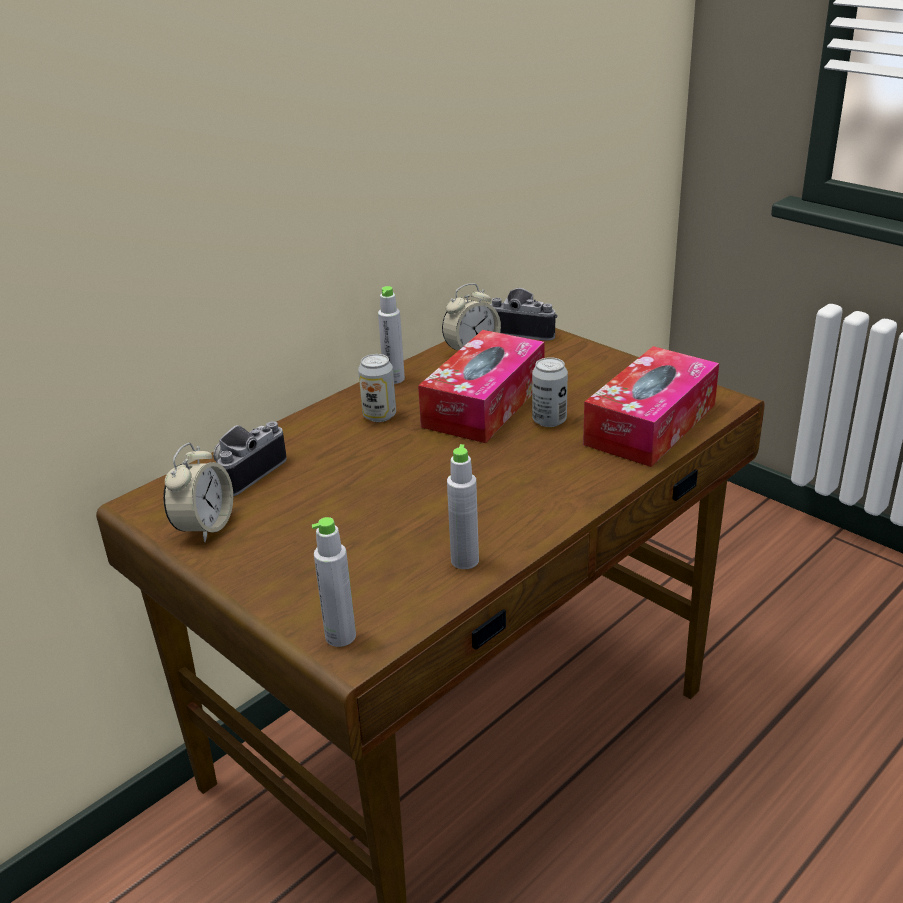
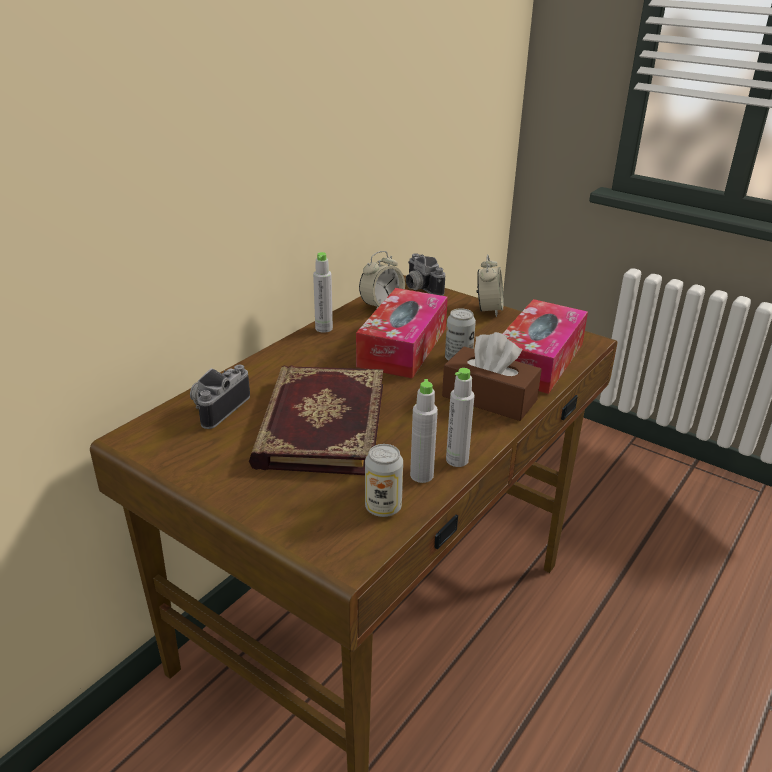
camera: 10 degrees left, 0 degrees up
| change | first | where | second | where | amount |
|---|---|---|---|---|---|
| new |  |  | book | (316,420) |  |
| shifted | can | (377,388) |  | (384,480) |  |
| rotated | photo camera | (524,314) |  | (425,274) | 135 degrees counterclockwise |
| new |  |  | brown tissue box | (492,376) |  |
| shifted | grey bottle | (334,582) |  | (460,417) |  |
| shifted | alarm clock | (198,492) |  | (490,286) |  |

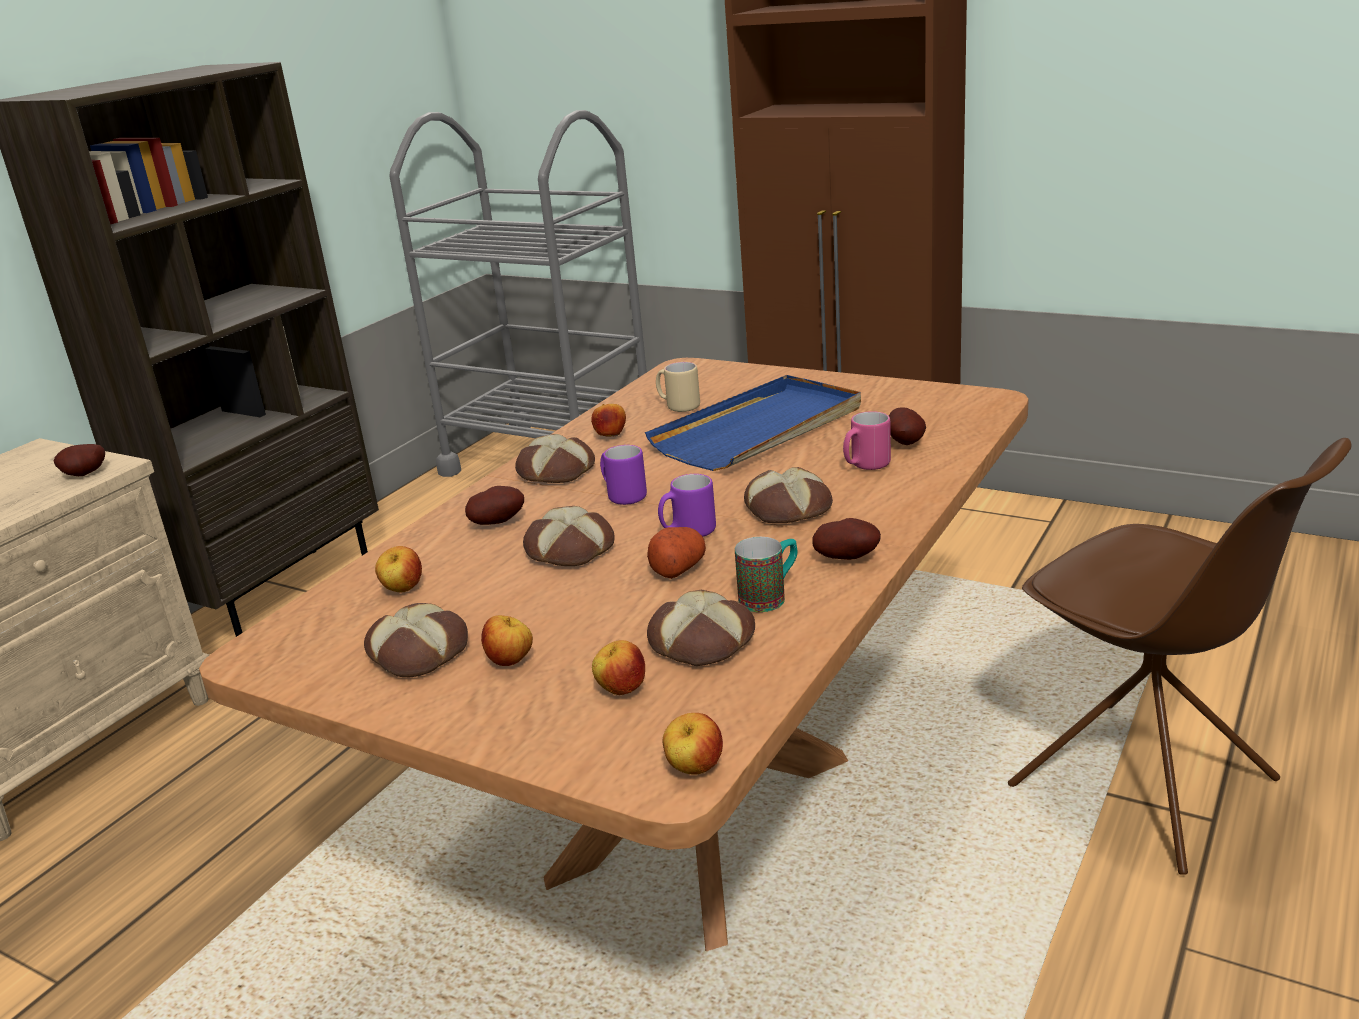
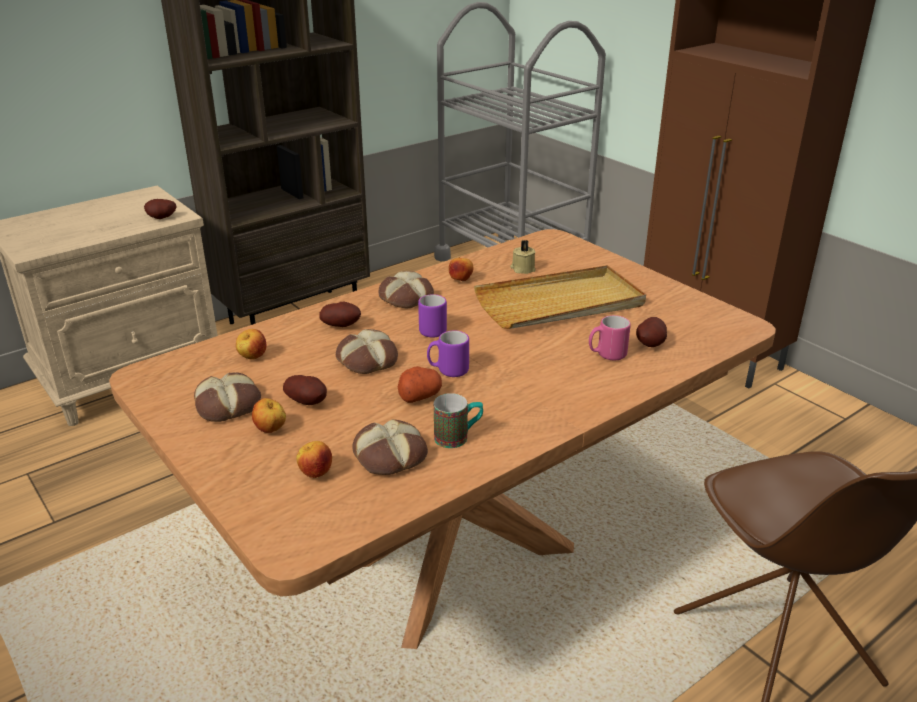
camera: 20 degrees right, 5 degrees up
| change | first | where | second | where | amount |
|---|---|---|---|---|---|
| shifted | potato | (846,539) |  | (305,390) |  |
| repainted | blue tray | (753,423) | beige tray | (560,297) |  |
| swapped | beige mug | (678,387) | beige candle | (522,257) |  |
| gone | apple | (692,744) |  |  |  |
| gone | bread | (788,495) |  |  |  |

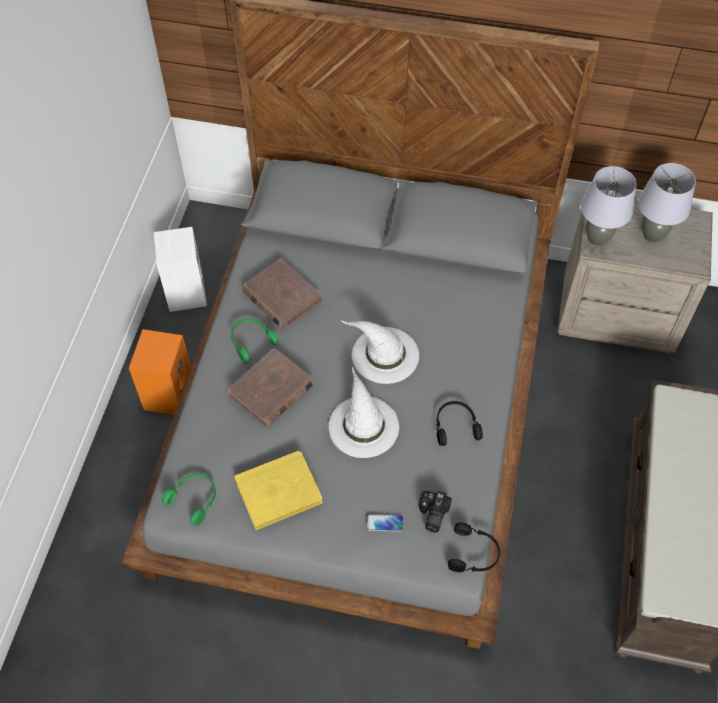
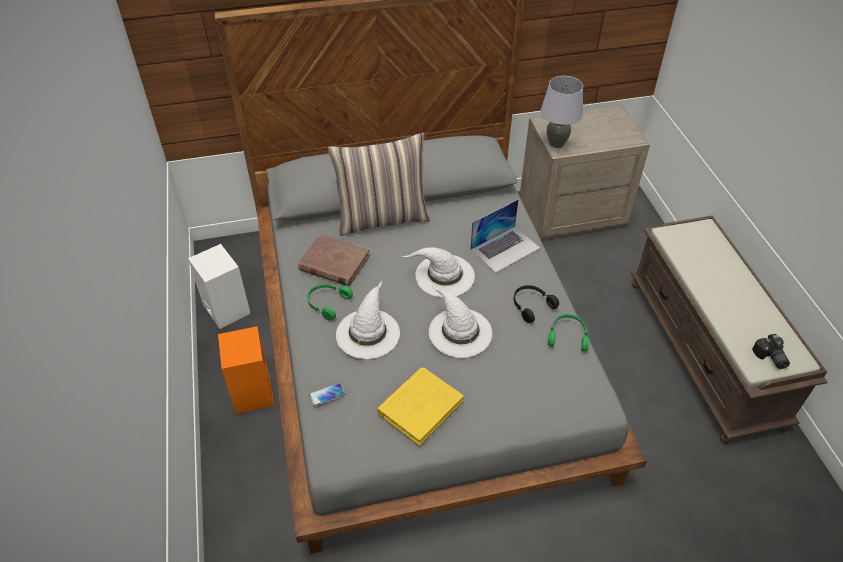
camera: 25 degrees left, 10 degrees down
| change | first | where | second | where | amount |
|---|---|---|---|---|---|
| shifted | phone | (385,522) |  | (327,394) |  |
| new |  |  | pillow | (378,184) |  |
| swapped | brown book | (271,387) | white hat | (368,320) |  |
| new |  |  | laptop | (505,236) |  |
| shifted | green headphones | (188,500) |  | (568,333) |  |
| shifted | photo camera | (435,511) |  | (771,351) |  |
| gone | black headphones | (474,547) |  |  |  |
| gone | grey table lamp | (667,203) |  |  |  |

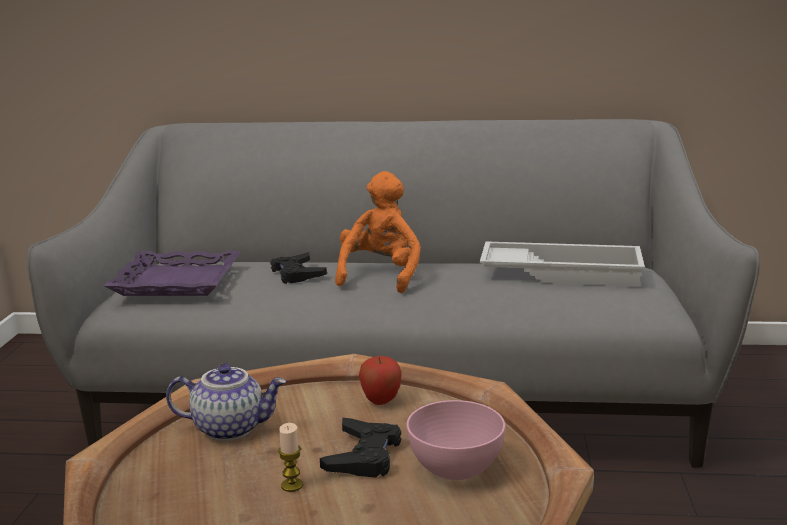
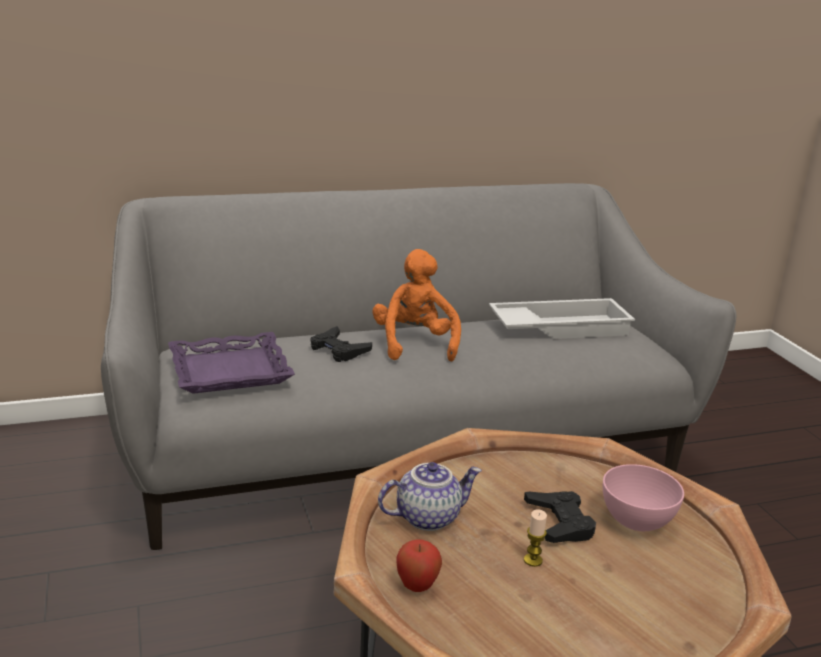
camera: 25 degrees left, 5 degrees up
| change | first | where | second | where | amount |
|---|---|---|---|---|---|
| shifted | apple | (380,380) |  | (419,565) |  |

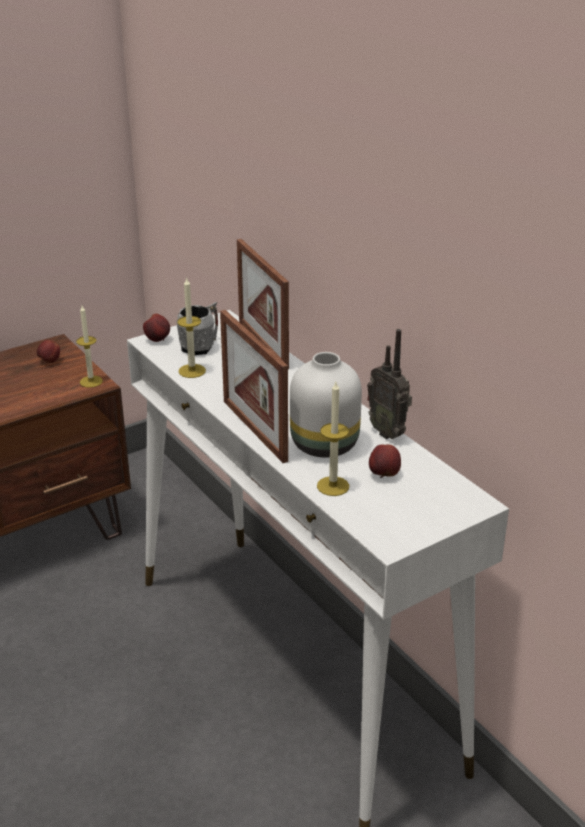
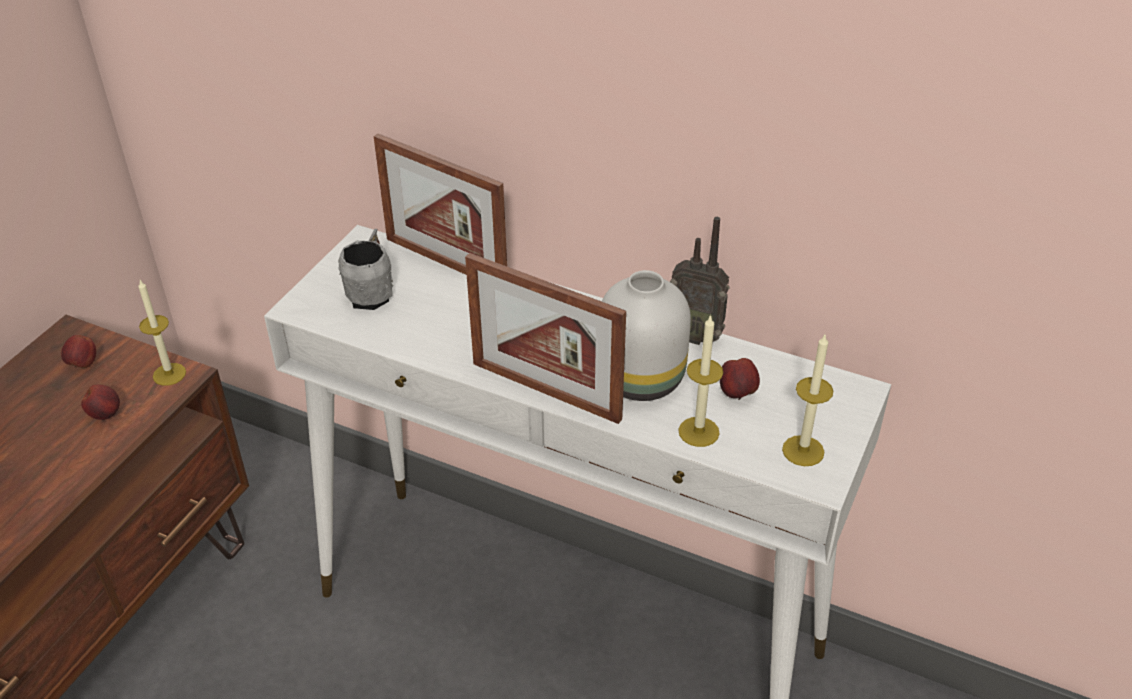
camera: 30 degrees left, 10 degrees up
| change | first | where | second | where | amount |
|---|---|---|---|---|---|
| shifted | apple | (156,328) |  | (100,402) |  |
| shifted | candle | (191,327) |  | (807,400) |  |

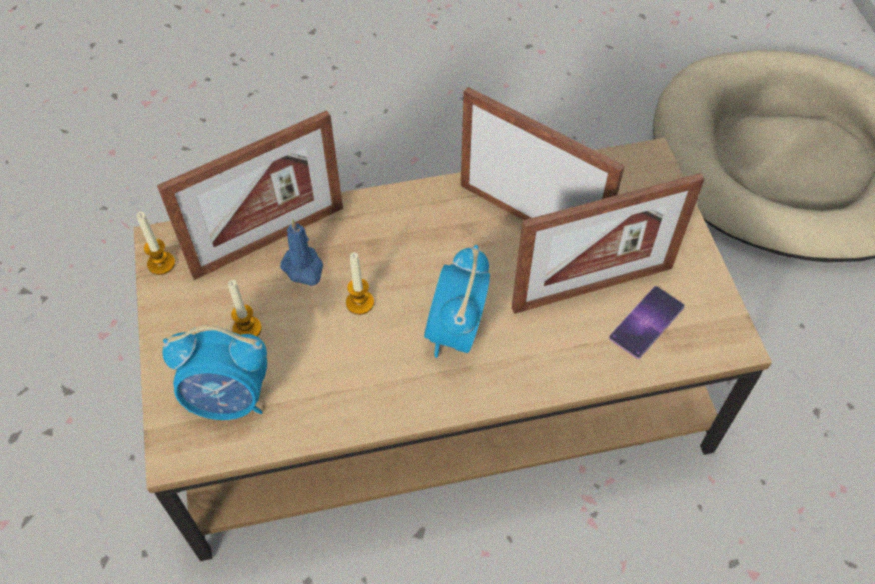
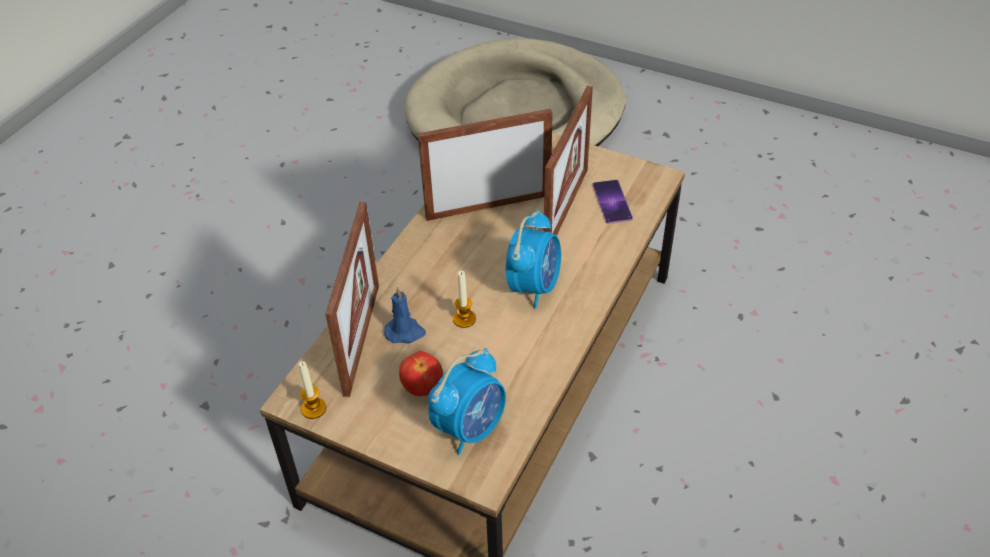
camera: 50 degrees left, 10 degrees down
| change | first | where | second | where | amount |
|---|---|---|---|---|---|
| swapped | candle | (245,308) | apple | (421,373) |  |
| rotated | alarm clock | (457,301) |  | (533,259) | 120 degrees counterclockwise |

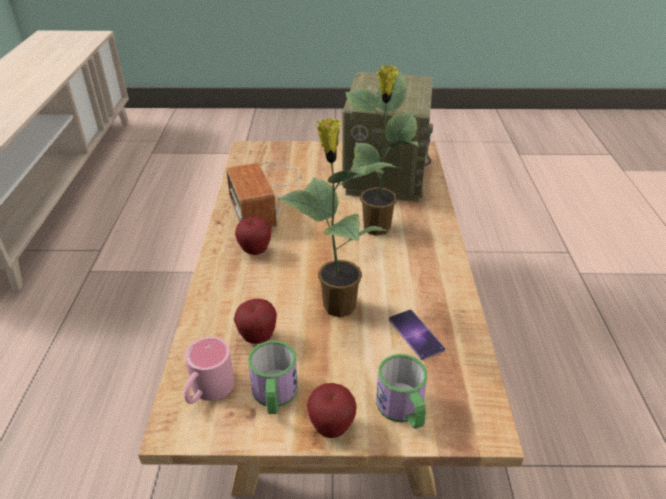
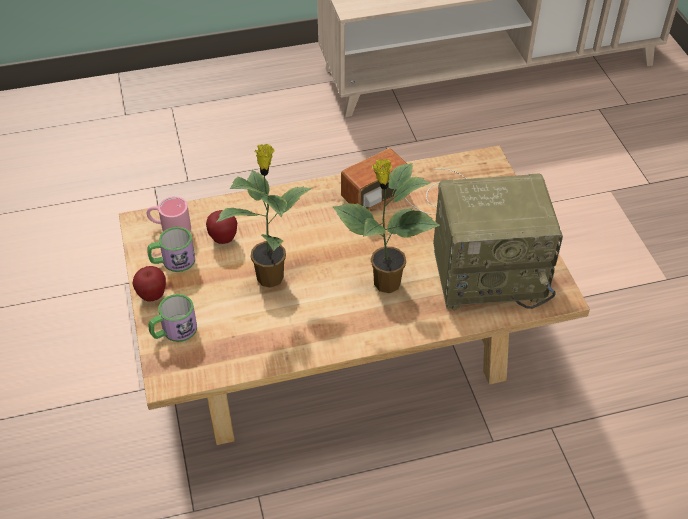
camera: 75 degrees right, 10 degrees up
| change | first | where | second | where | amount |
|---|---|---|---|---|---|
| gone | apple | (253,236) |  |  |  |
| gone | phone | (417,335) |  |  |  |

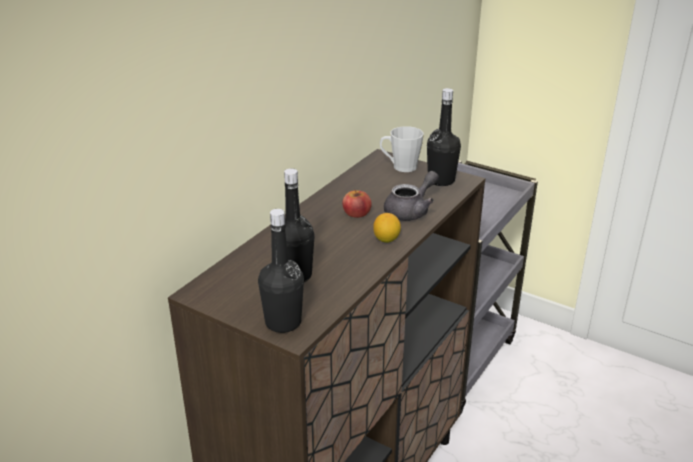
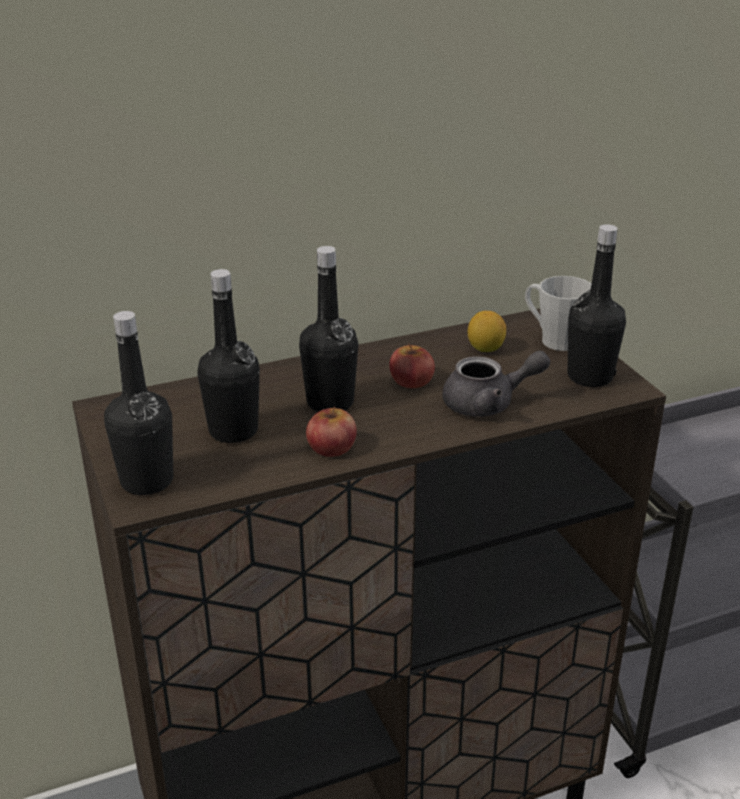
camera: 35 degrees right, 0 degrees up
| change | first | where | second | where | amount |
|---|---|---|---|---|---|
| new |  |  | black bottle | (328,329) |  |
| new |  |  | apple | (331,431) |  |
| shifted | lemon | (387,228) |  | (487,331) |  |

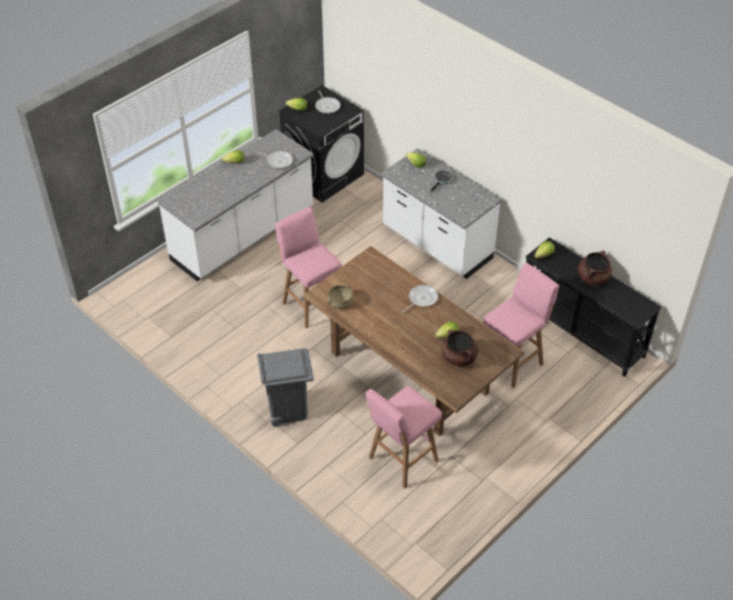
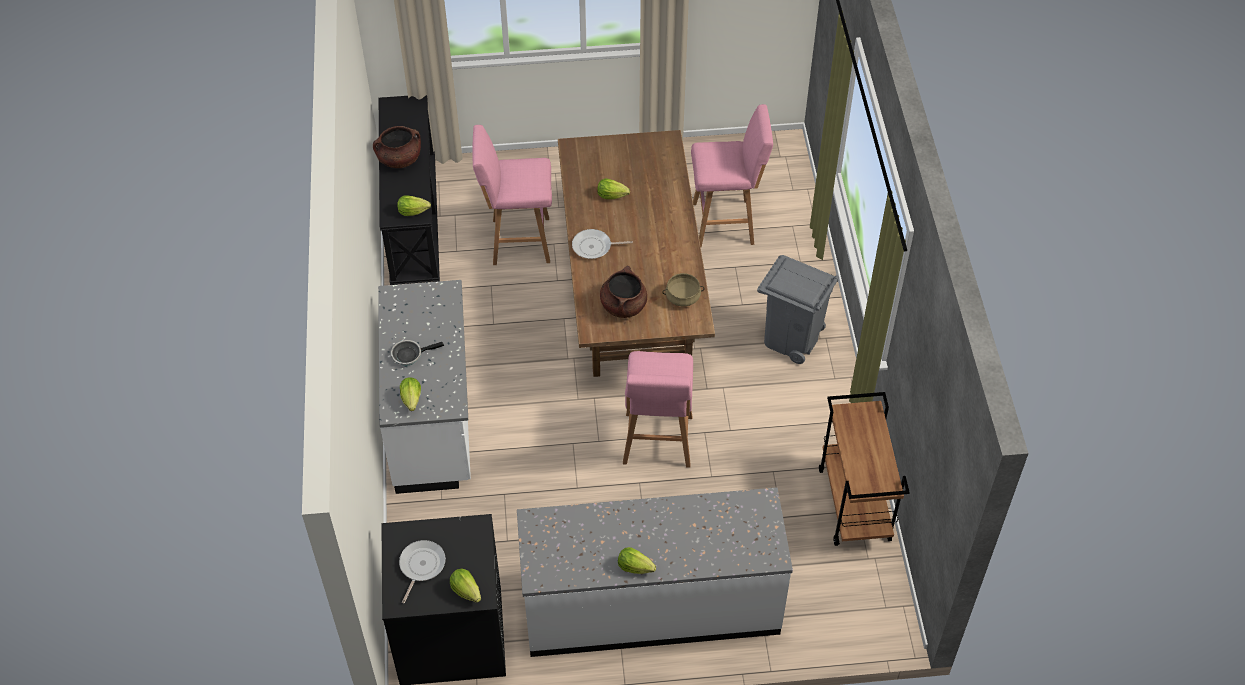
camera: 140 degrees left, 5 degrees up
| change | first | where | second | where | amount |
|---|---|---|---|---|---|
| shifted | brown cooking pot | (460,348) |  | (623,292) |  |
| new |  |  | brown cart | (864,469) |  |
| gone | frying pan | (274,160) |  |  |  |

